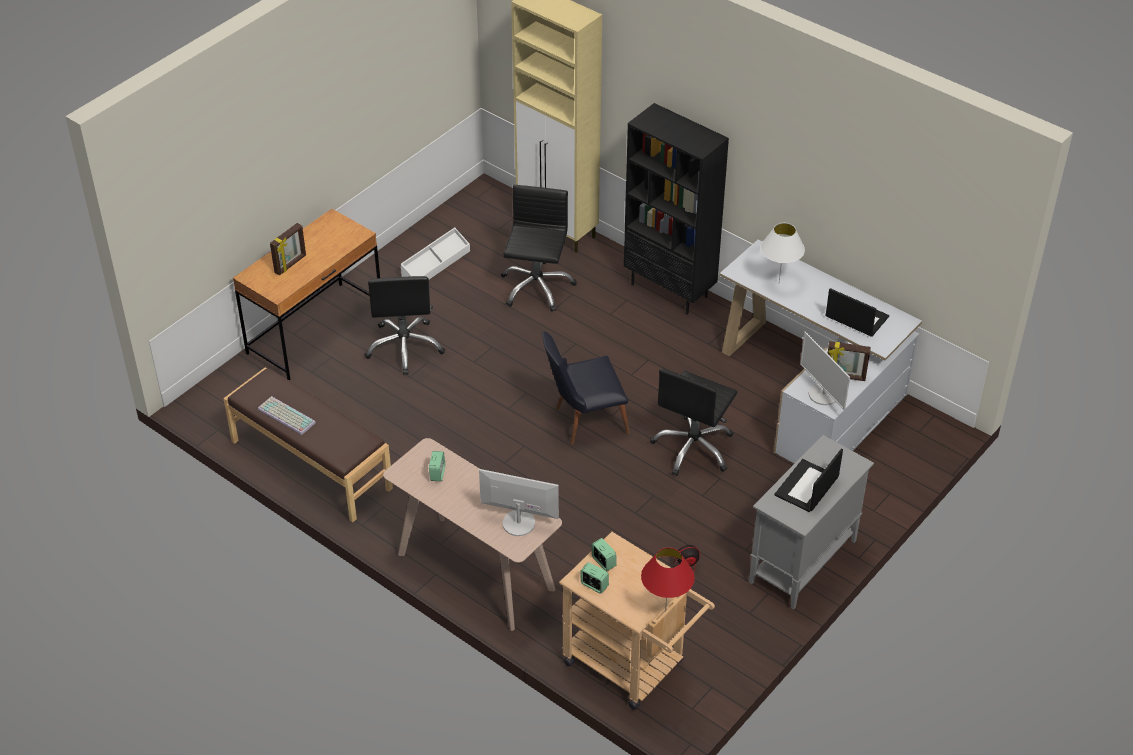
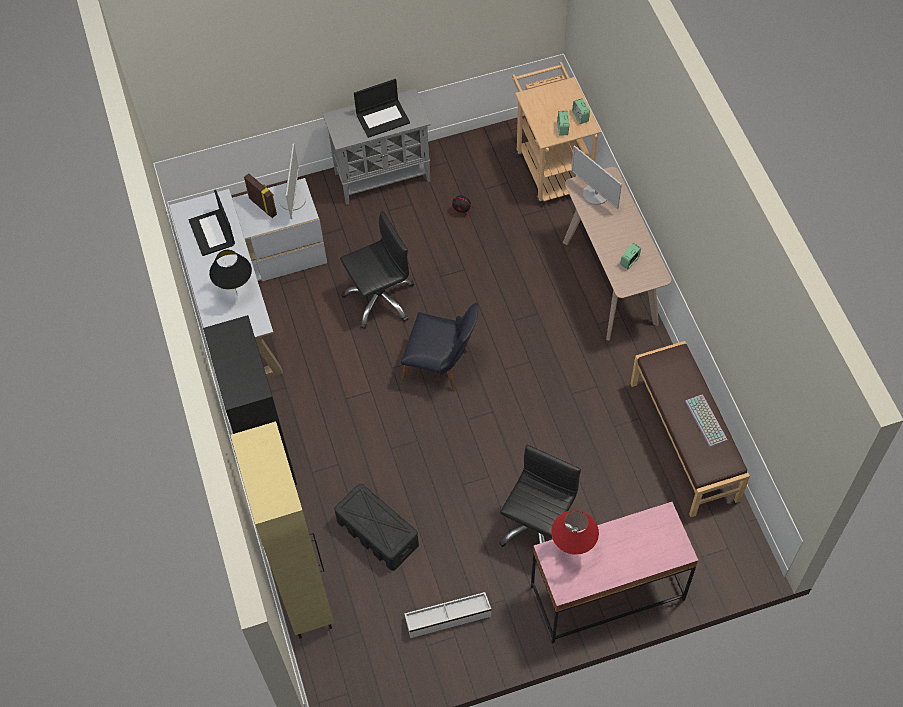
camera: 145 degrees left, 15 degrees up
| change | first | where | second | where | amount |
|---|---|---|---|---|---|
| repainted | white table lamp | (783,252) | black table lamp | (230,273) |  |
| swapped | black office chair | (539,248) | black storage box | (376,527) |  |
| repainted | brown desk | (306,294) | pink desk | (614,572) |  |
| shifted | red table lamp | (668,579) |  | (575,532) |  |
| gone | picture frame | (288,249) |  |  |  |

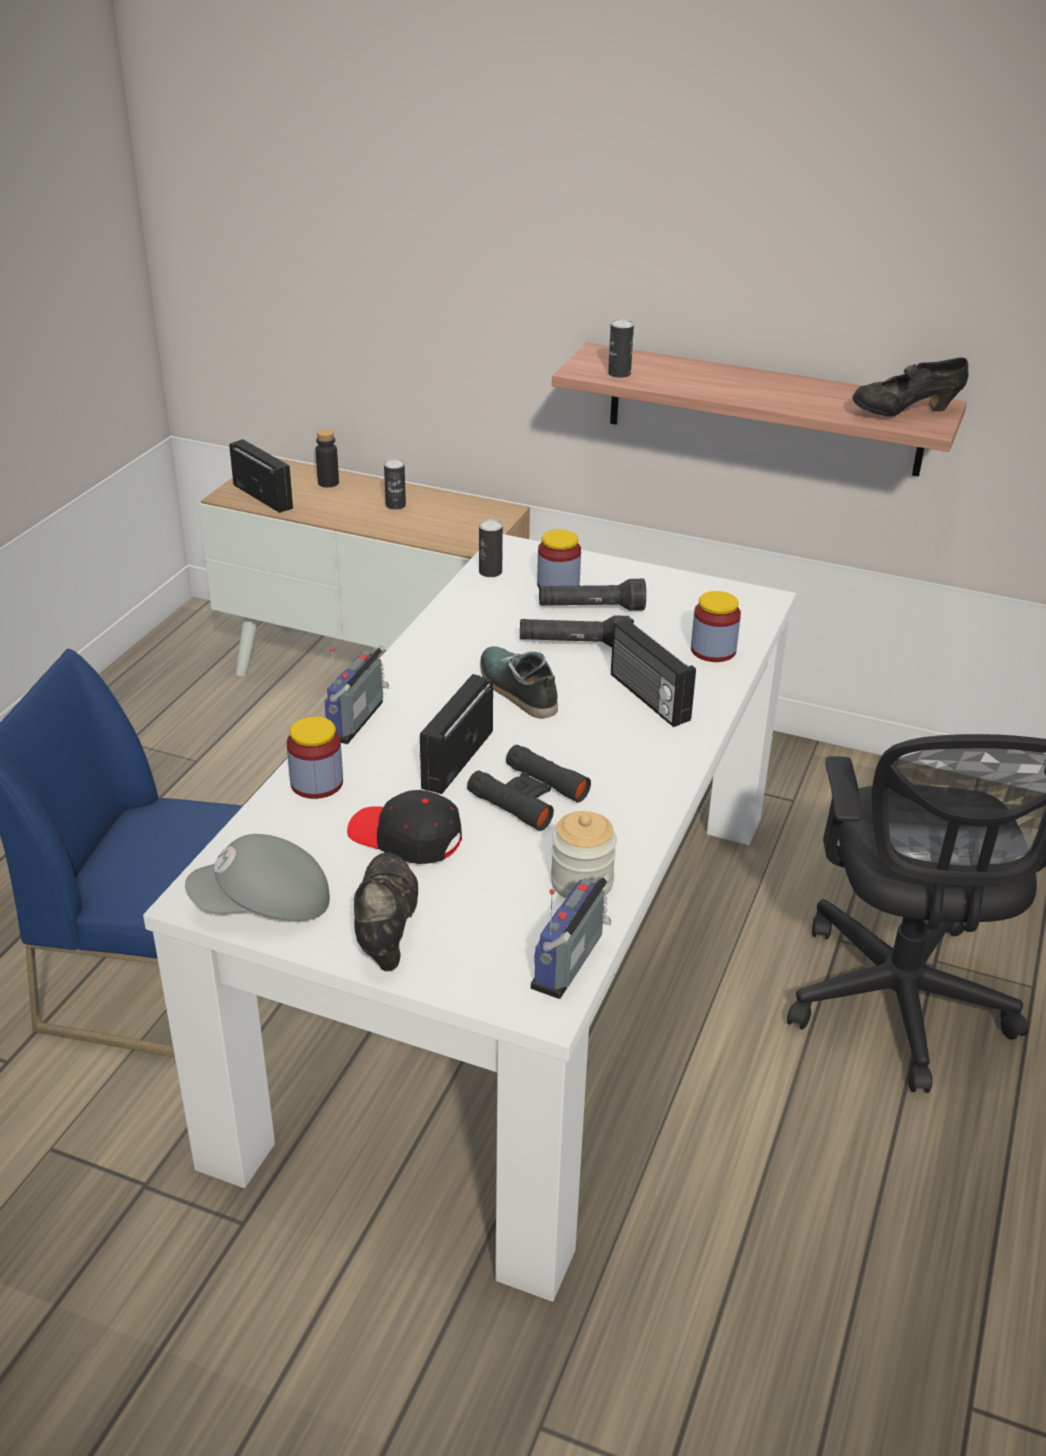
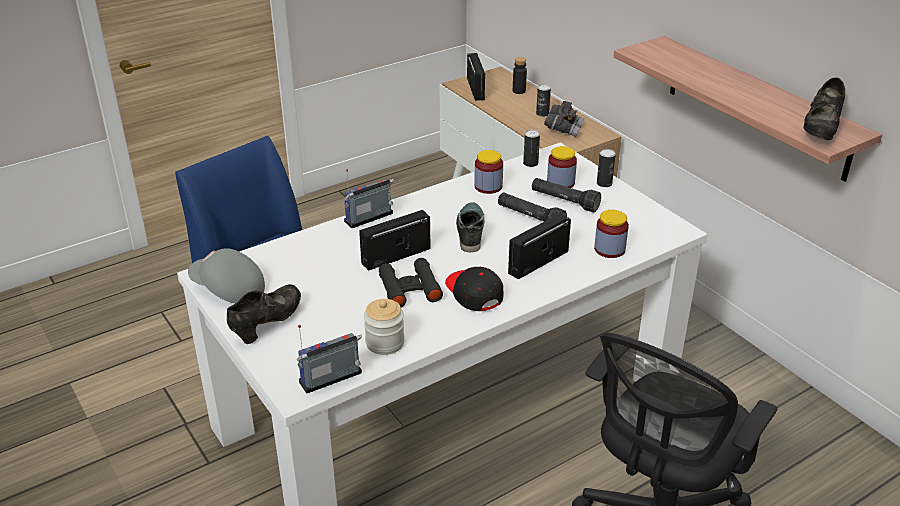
camera: 35 degrees right, 0 degrees up
| change | first | where | second | where | amount |
|---|---|---|---|---|---|
| shifted | black cap | (404,827) |  | (474,289) |  |
| shifted | jar | (315,757) |  | (488,172) |  |
| rotated | radio | (653,672) |  | (539,246) | 45 degrees clockwise |
| new |  |  | grey binoculars | (564,119) |  |
| shifted | can | (621,348) |  | (606,168) |  |
| rotated | black shoe | (910,387) |  | (824,109) | 90 degrees counterclockwise |

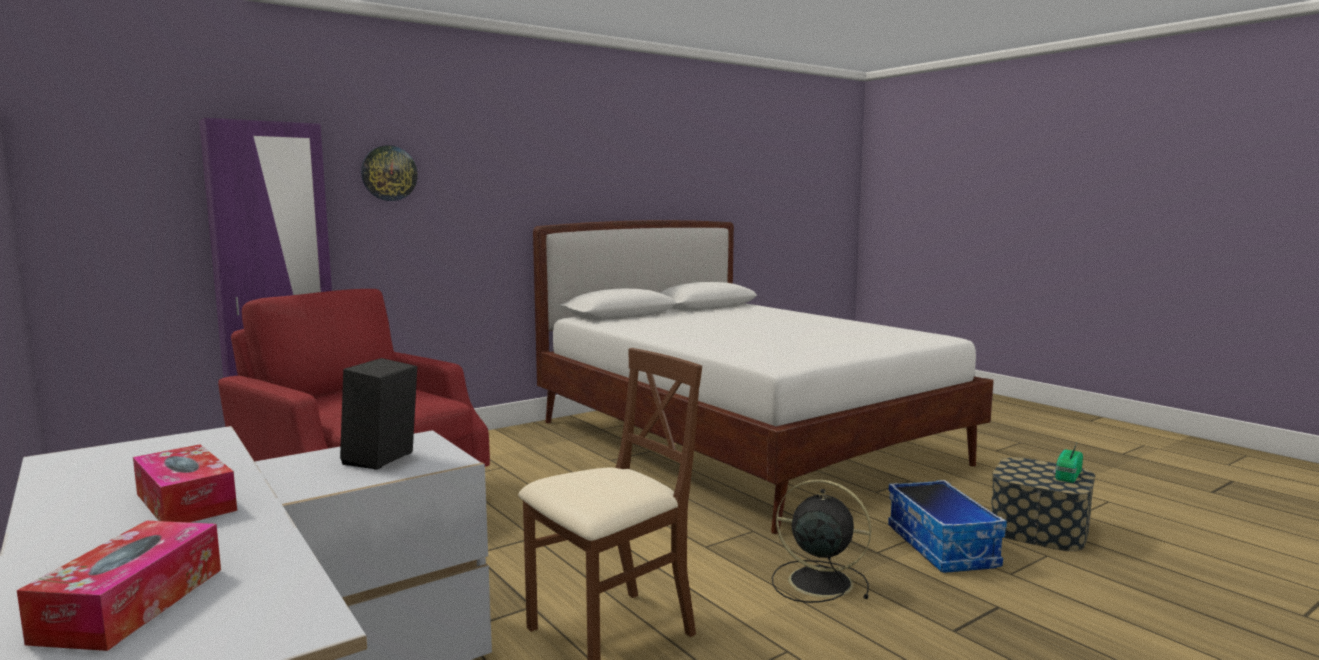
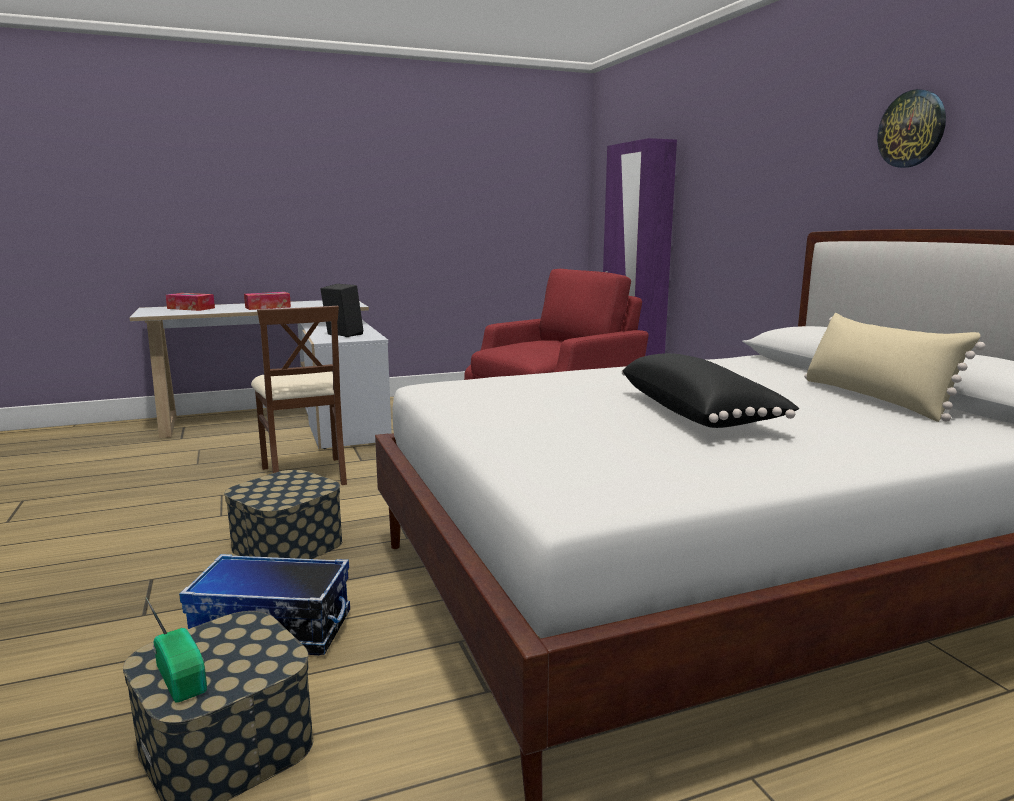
camera: 105 degrees right, 5 degrees up
| change | first | where | second | where | amount |
|---|---|---|---|---|---|
| swapped | black fan | (821,541) | storage box | (283,514) |  |
| new |  |  | black pillow | (710,390) |  |
| new |  |  | beige pillow | (895,367) |  |
| shifted | wall clock | (389,173) |  | (911,128) |  |

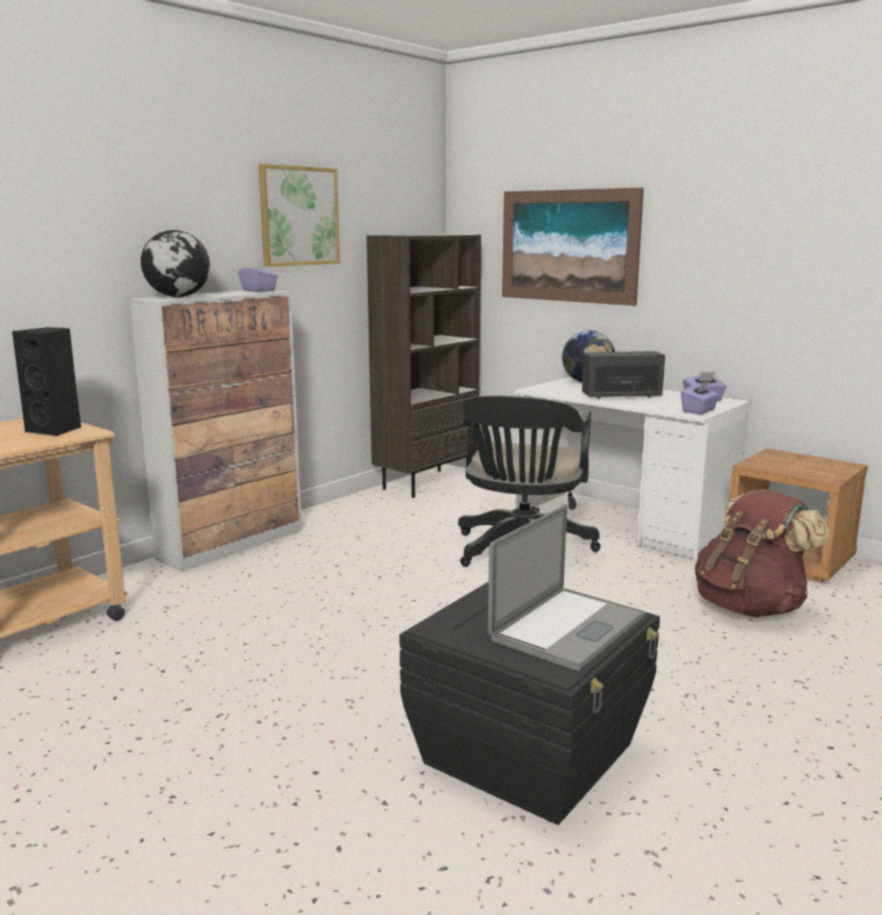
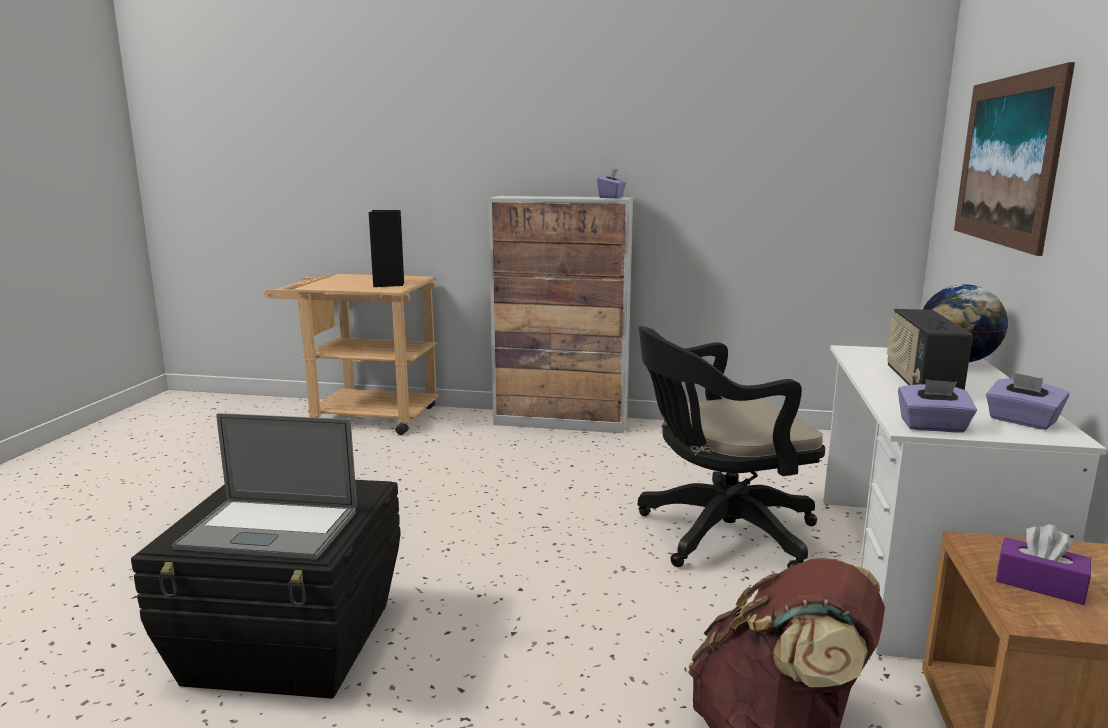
camera: 60 degrees right, 0 degrees up
| change | first | where | second | where | amount |
|---|---|---|---|---|---|
| rotated | radio | (623,375) |  | (930,349) | 135 degrees counterclockwise |
| new |  |  | purple tissue box | (1043,565) |  |
| gone | globe | (175,263) |  |  |  |
| gone | picture | (299,215) |  |  |  |
| gone | brown bookcase | (424,366) |  |  |  |

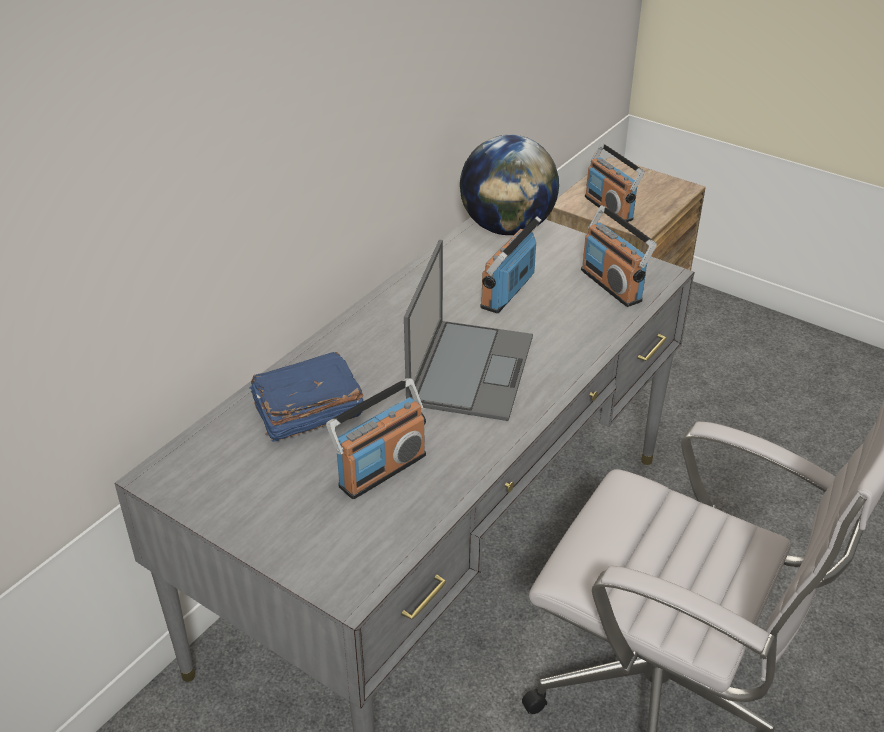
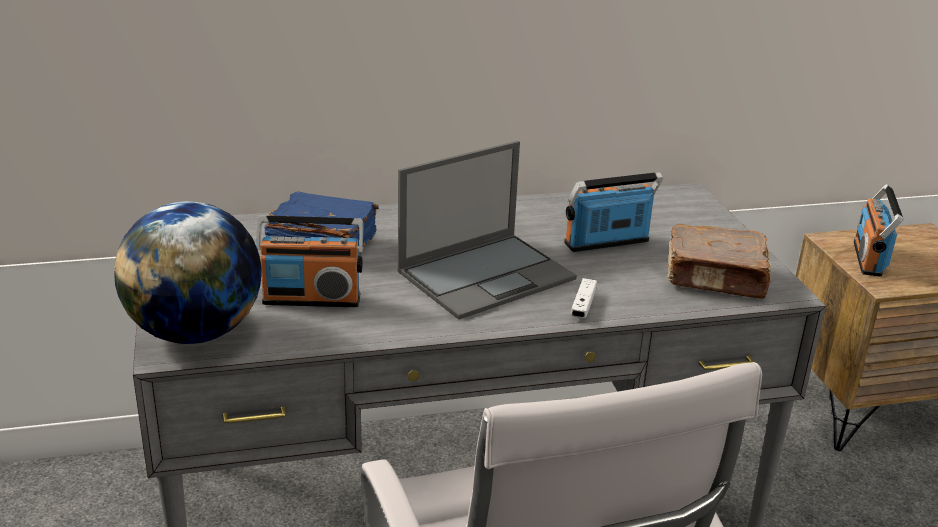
camera: 40 degrees right, 10 degrees down
| change | first | where | second | where | amount |
|---|---|---|---|---|---|
| shifted | globe | (509,185) |  | (188,272) |  |
| new |  |  | white game controller | (583,298) |  |
| swapped | radio | (619,256) | brown book | (719,261) |  |

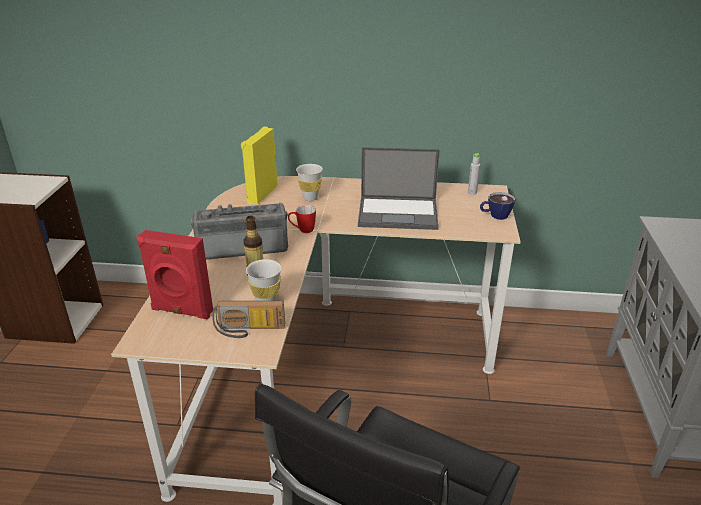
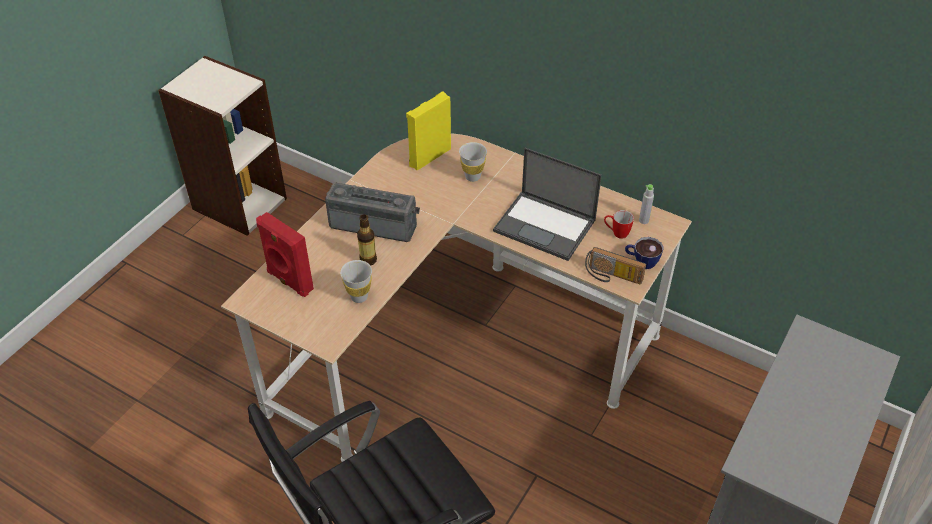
camera: 25 degrees right, 15 degrees up
| change | first | where | second | where | amount |
|---|---|---|---|---|---|
| shifted | radio | (248,319) |  | (615,265) |  |
| shifted | mug | (302,219) |  | (619,224) |  |

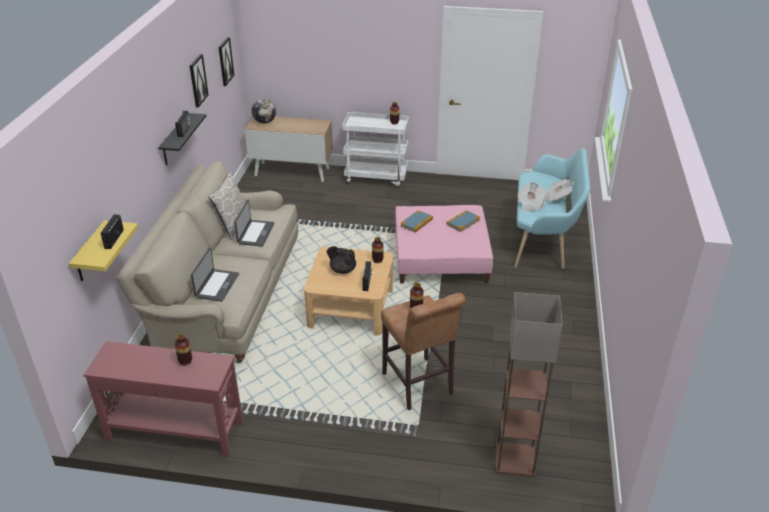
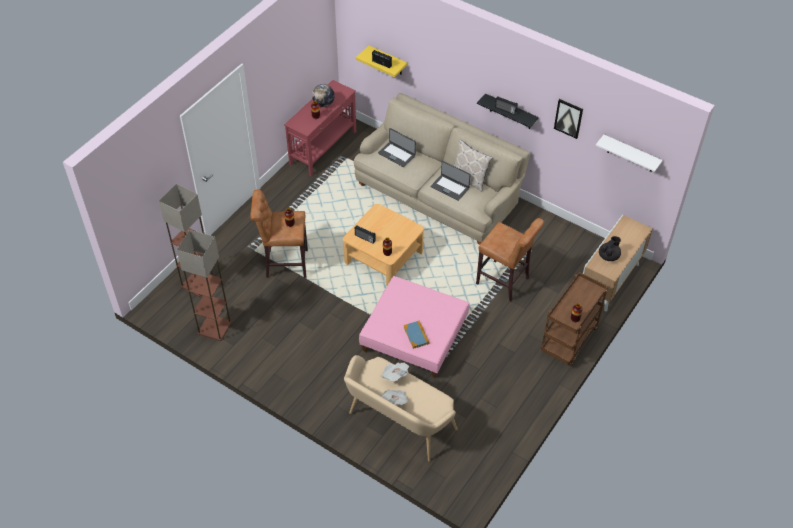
camera: 115 degrees right, 15 degrees up
| change | first | where | second | where | amount |
|---|---|---|---|---|---|
| new |  |  | floor lamp | (204,285) |  |
| shifted | globe | (263,111) |  | (323,95) |  |
| repainted | turquoise bench | (552,208) | beige bench | (401,408) |  |
| new |  |  | brown stool | (510,259) |  |
| repainted | white cart | (375,150) | brown cart | (574,319) |  |
| swapped | picture | (226,61) | white shelf | (629,153) |  |
| shifted | black teapot | (341,260) |  | (610,248) |  |
| gone | book | (416,221) |  |  |  |

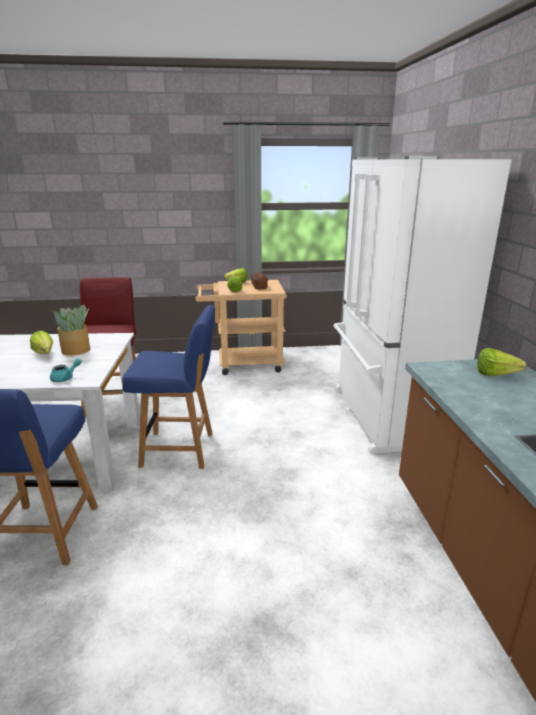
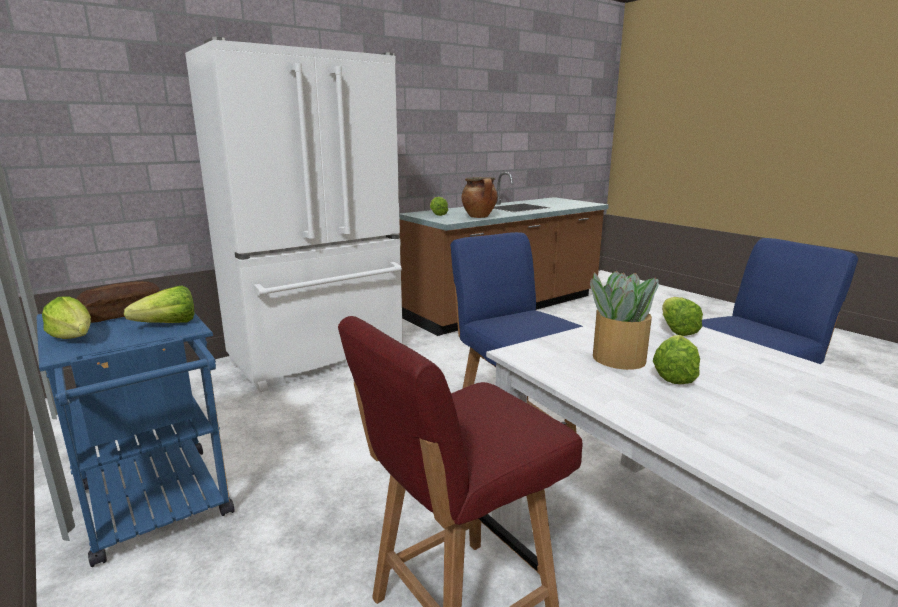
camera: 120 degrees left, 5 degrees down
| change | first | where | second | where | amount |
|---|---|---|---|---|---|
| repainted | beige cart | (241,327) | blue cart | (135,439) |  |
| new |  |  | cooking pot | (479,197) |  |
| swapped | turquoise teapot | (66,370) | lettuce | (682,316) |  |

